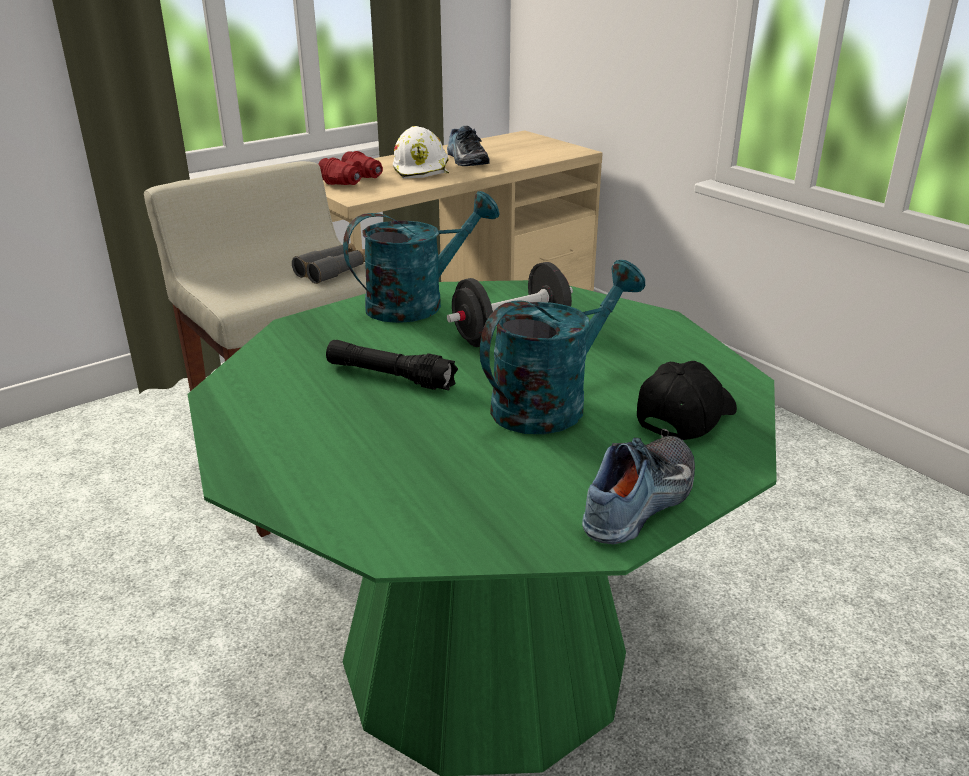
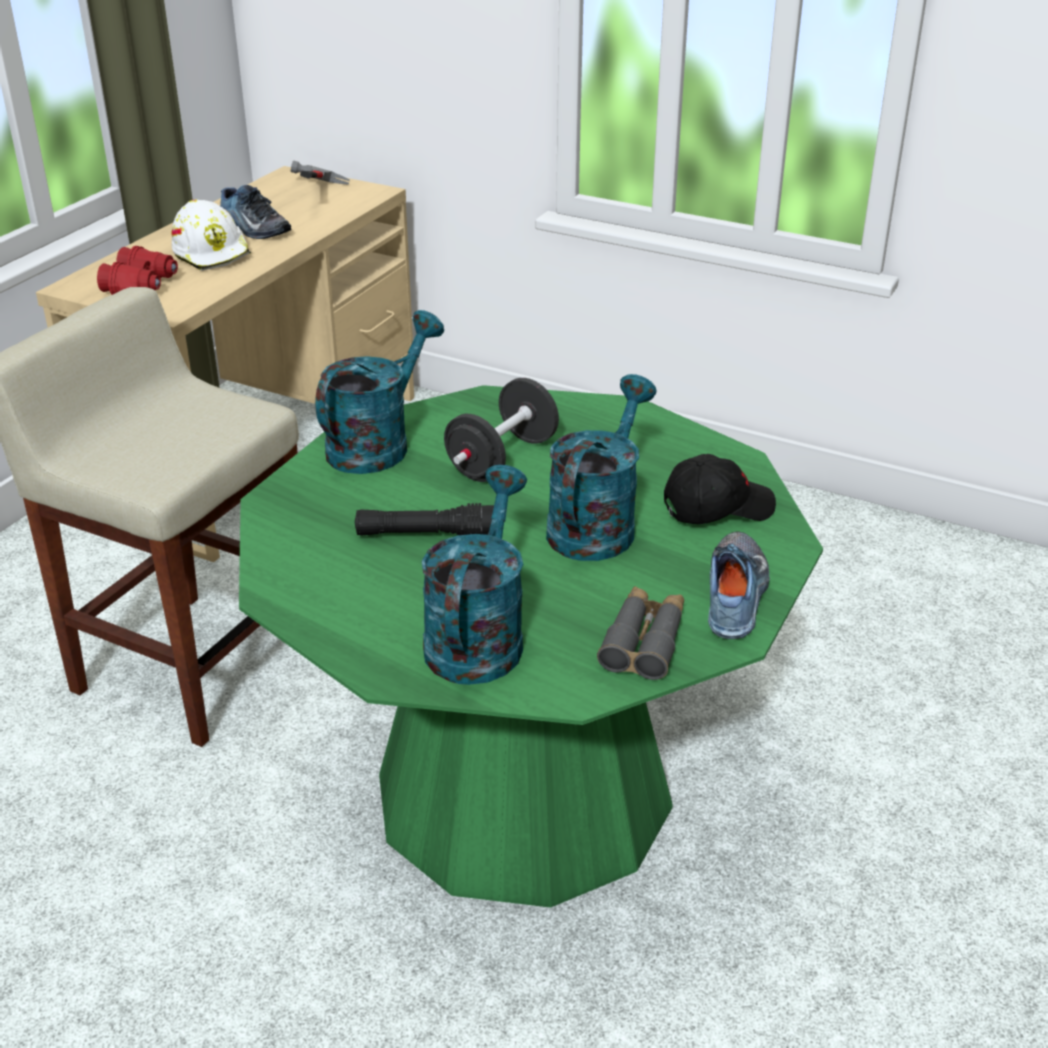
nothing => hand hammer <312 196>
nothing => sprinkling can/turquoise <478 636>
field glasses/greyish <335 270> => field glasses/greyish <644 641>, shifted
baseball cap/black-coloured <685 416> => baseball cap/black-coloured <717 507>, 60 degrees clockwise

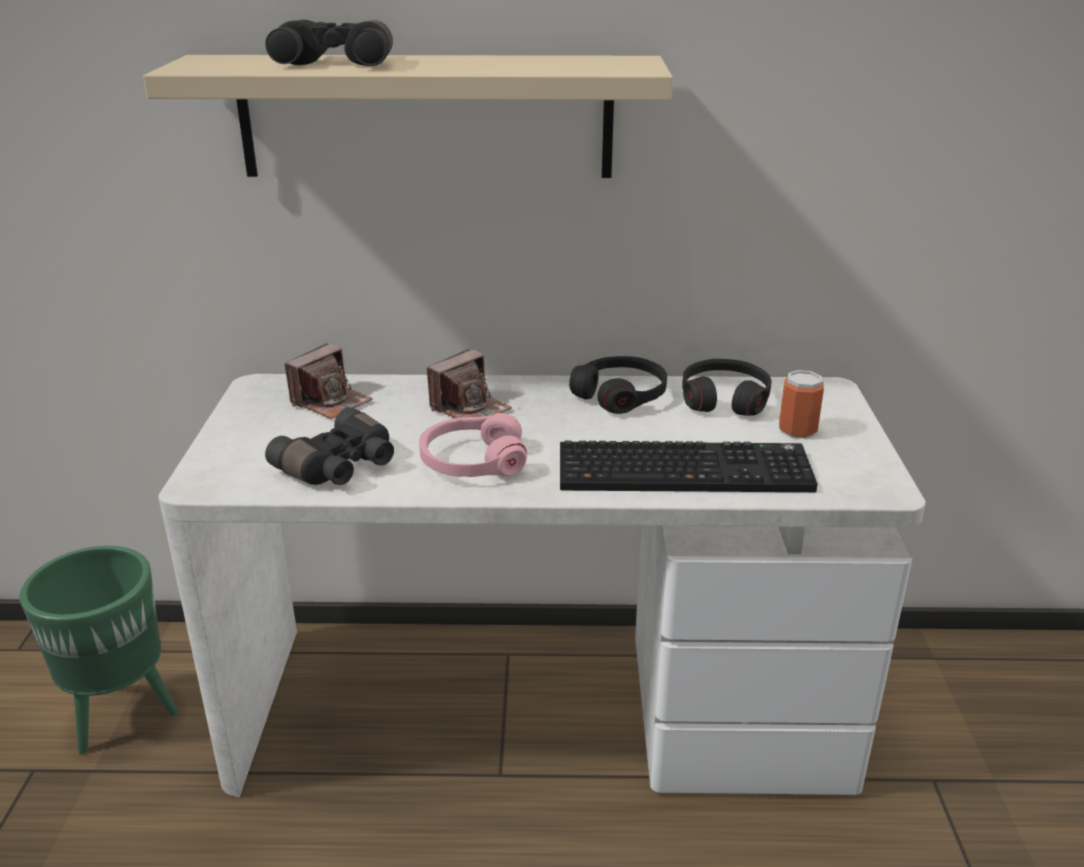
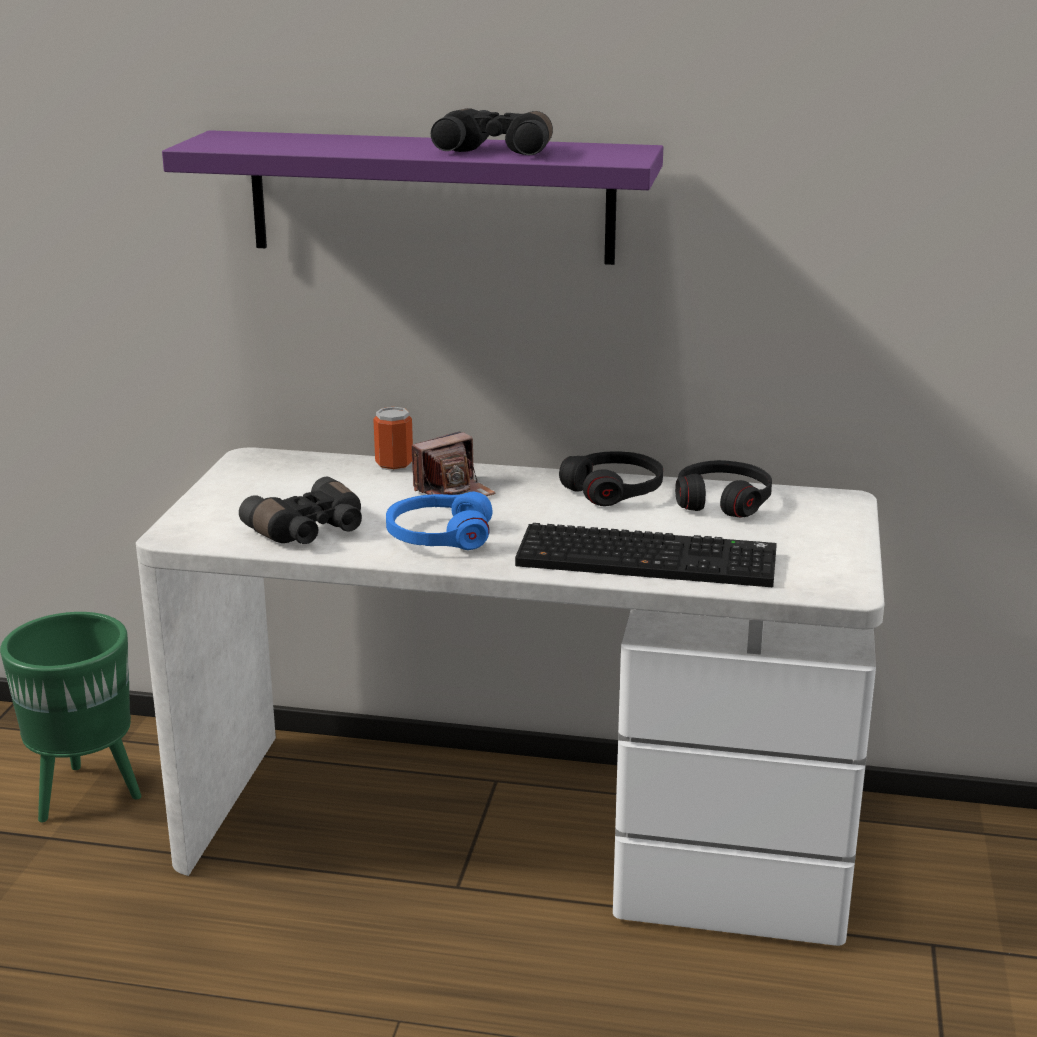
wall shelf/beige <426 117> => wall shelf/purple-coloured <431 197>
can <797 430> => can <394 464>, shifted
headphones/pinkish <472 462> => headphones/bluish <439 537>
field glasses/black-coloured <339 62> => field glasses/black-coloured <498 150>, shifted
photo camera <331 402> => nothing

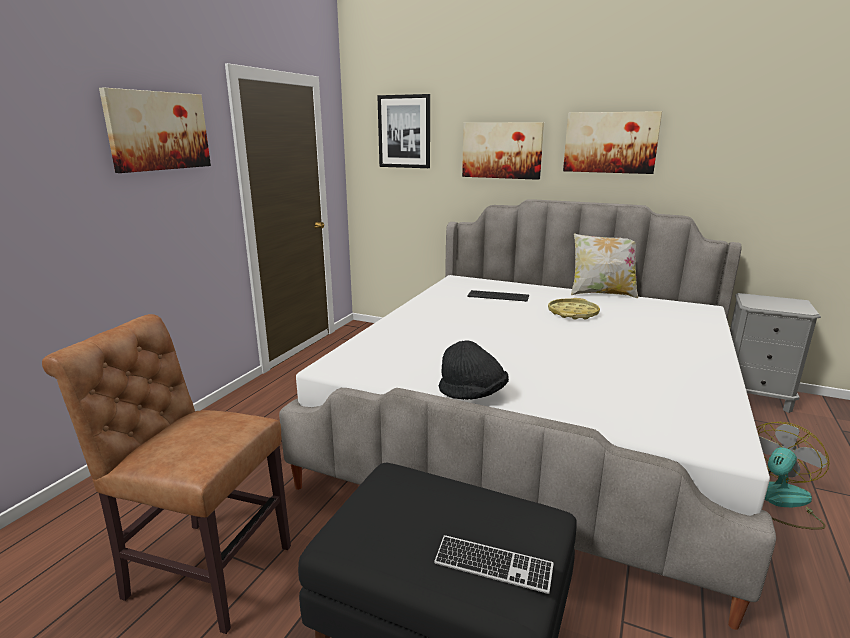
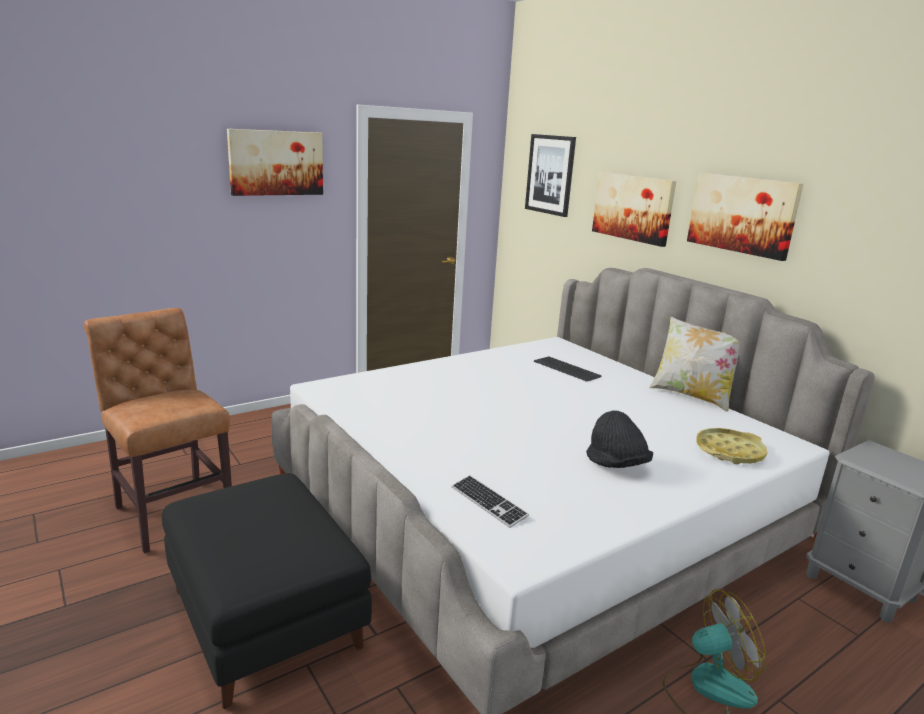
keyboard <493 566> => keyboard <488 502>, shifted
clothing hat/black-coloured <472 394> => clothing hat/black-coloured <616 465>, shifted
tray/yellow-coloured <573 313> => tray/yellow-coloured <729 451>, shifted

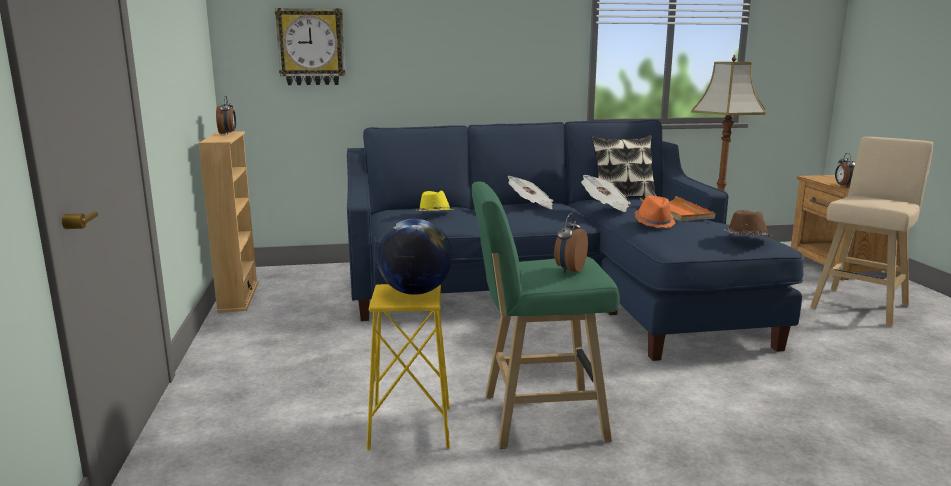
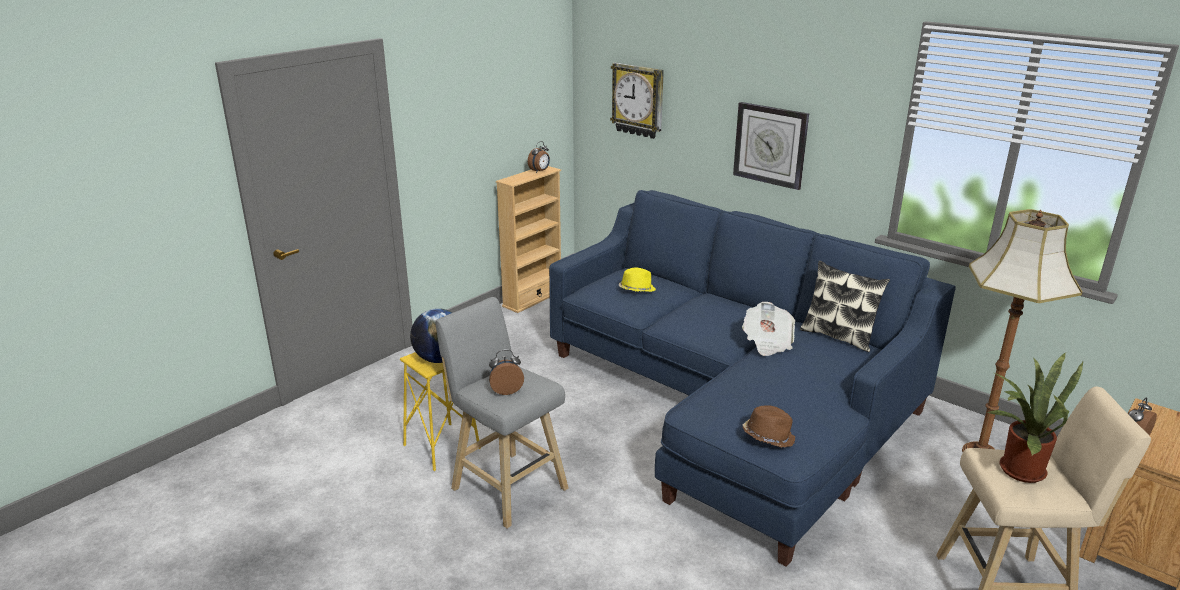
stool seat/green-coloured <537 418> => stool seat/greyish <506 486>
nothing => hanging clock <770 145>
nothing => houseplant <1017 468>
daily paper <531 205> => nothing
clothing hat/orange-coloured <654 222> => nothing
tray/orange-coloured <677 212> => nothing

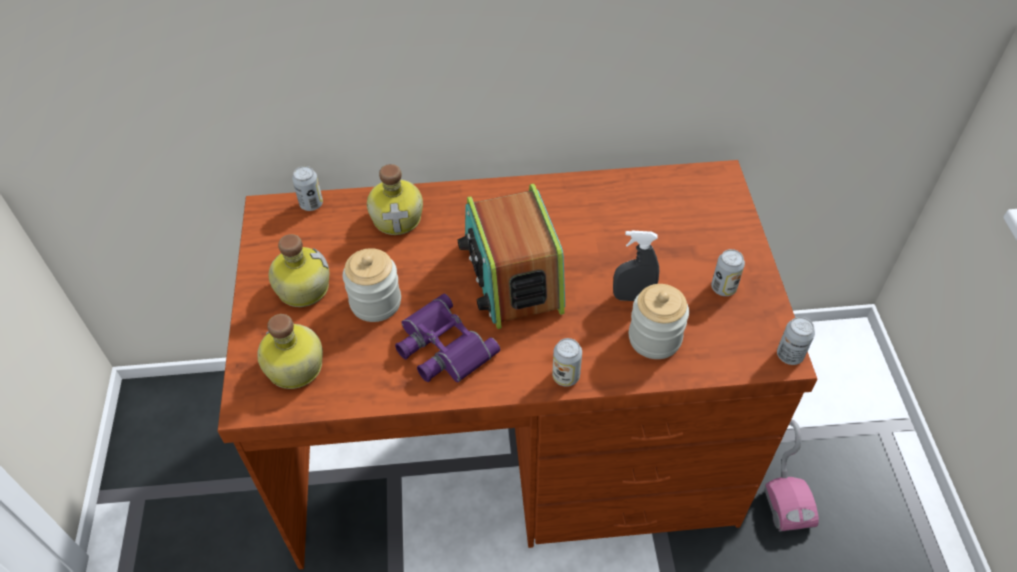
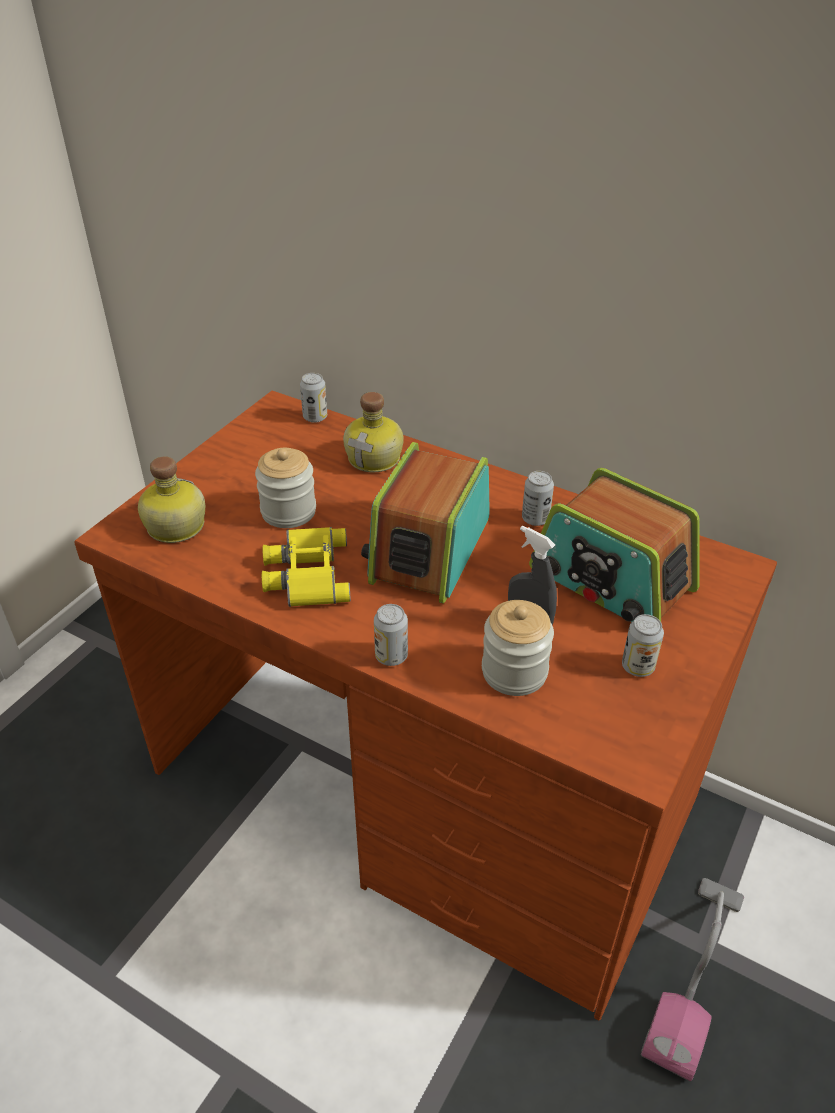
field glasses/purple-coloured <441 347> => field glasses/yellow-coloured <305 573>
can <789 355> => can <535 519>, shifted
nothing => radio set <611 580>
drink bottle <301 287> => nothing

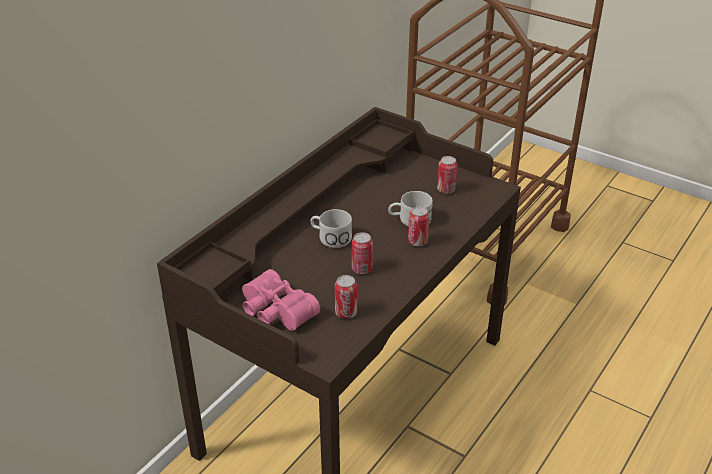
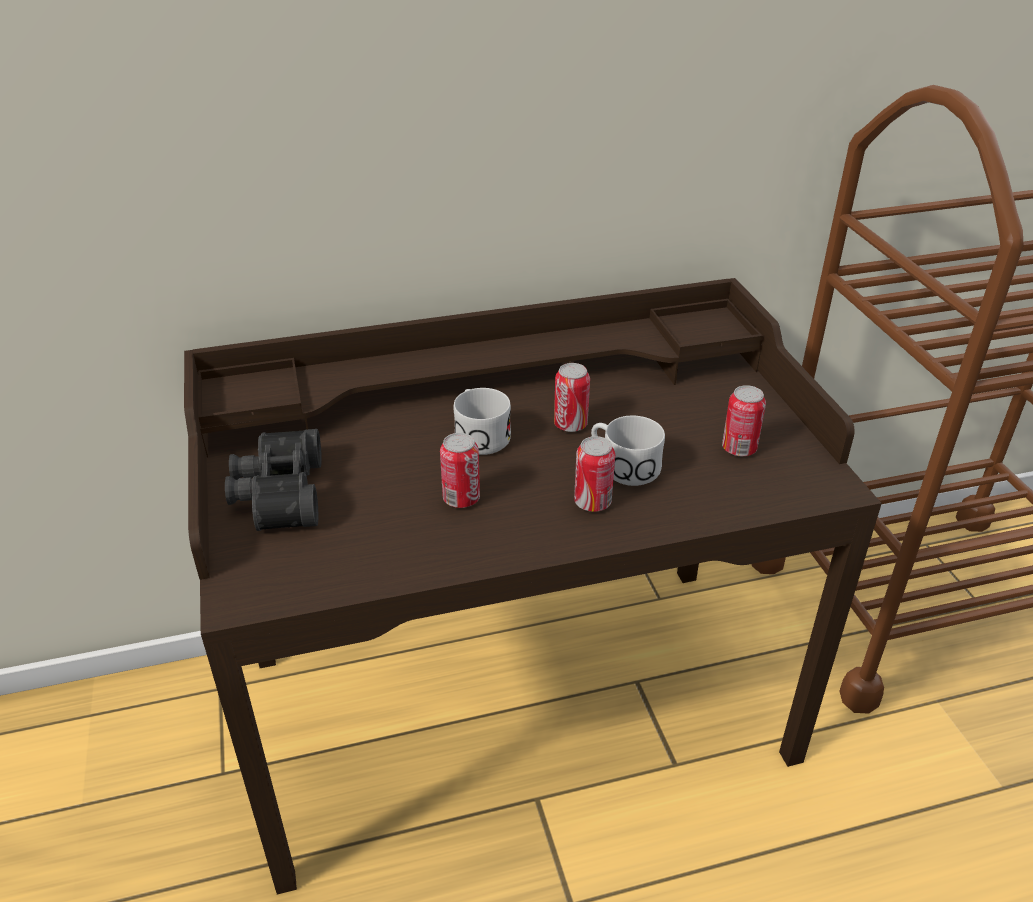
field glasses/pinkish <275 312> => field glasses/black-coloured <277 494>
can <346 313> => can <570 425>, shifted

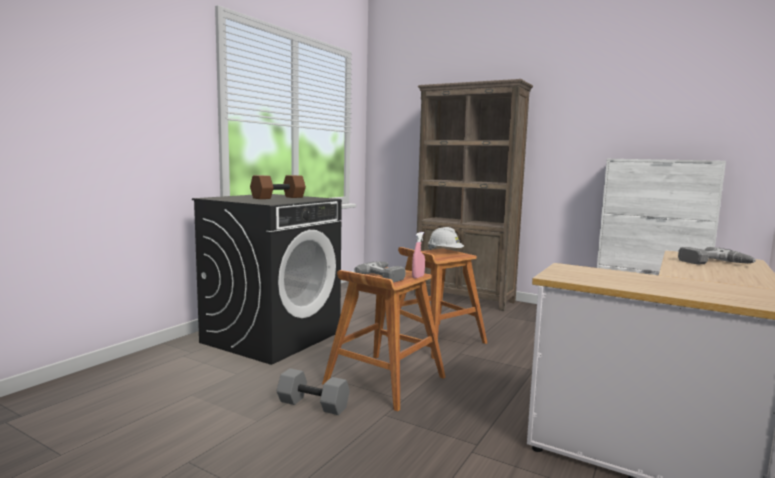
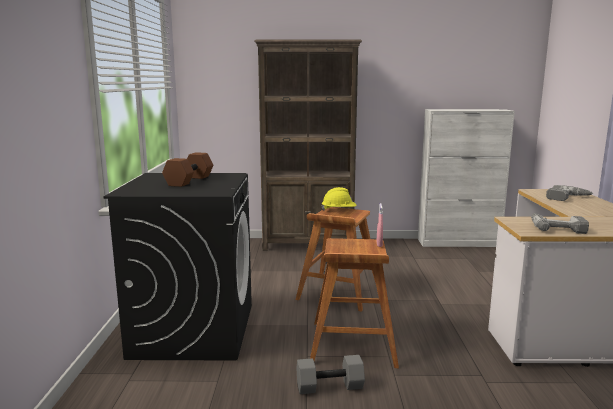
safety helmet/whitish <445 252> => safety helmet/yellow-coloured <339 210>
electric drill <385 276> => electric drill <556 227>, shifted

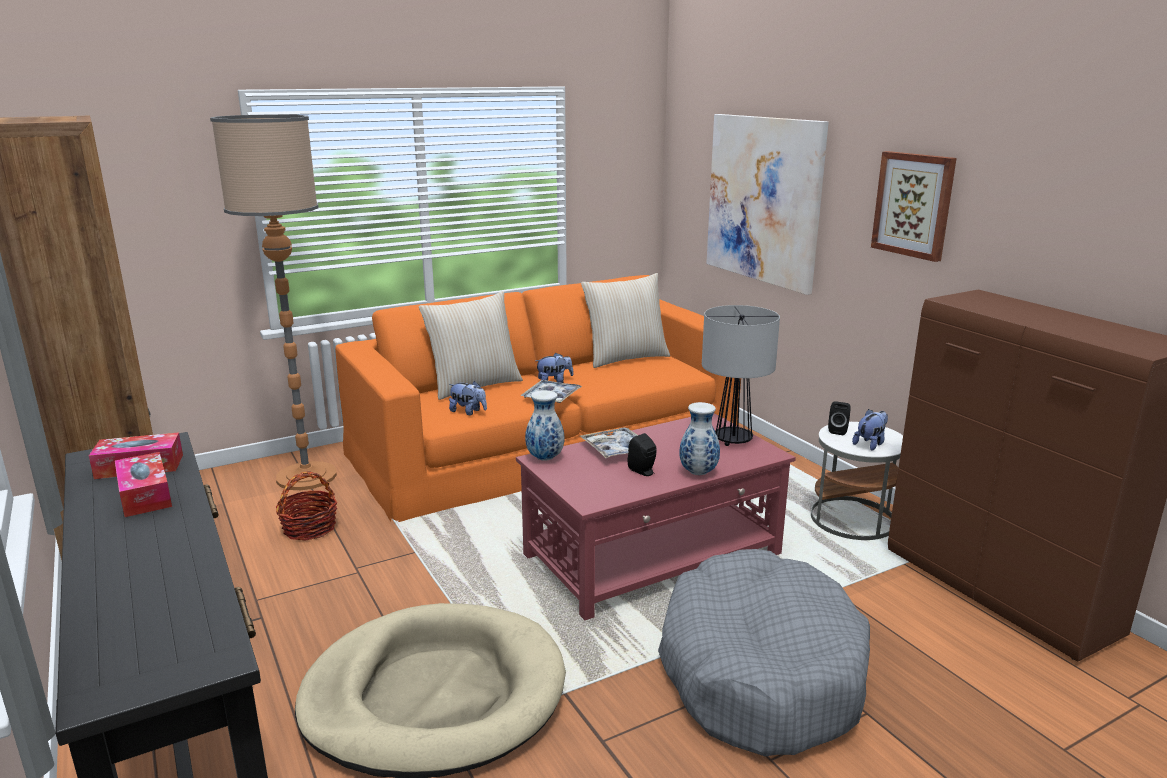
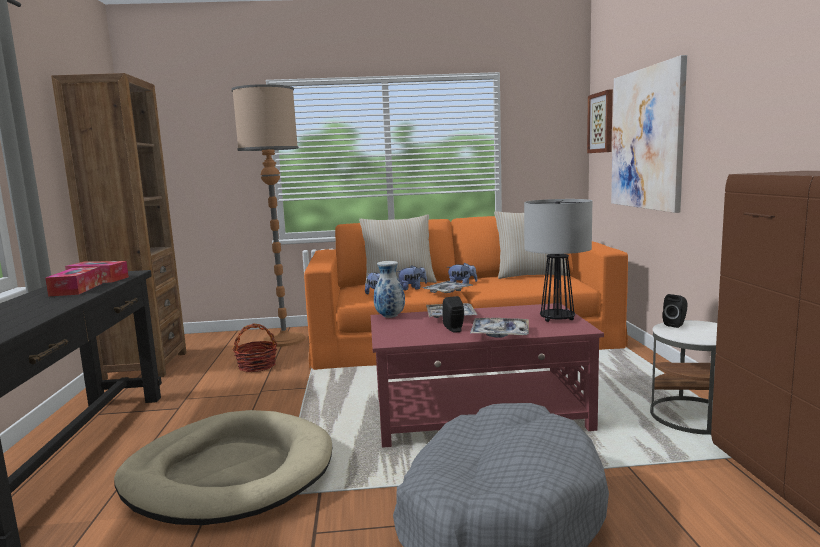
soft toy <870 444> => soft toy <412 289>, shifted
decorative vase <697 472> => tray <500 334>
wall art <914 205> => wall art <601 122>, shifted

